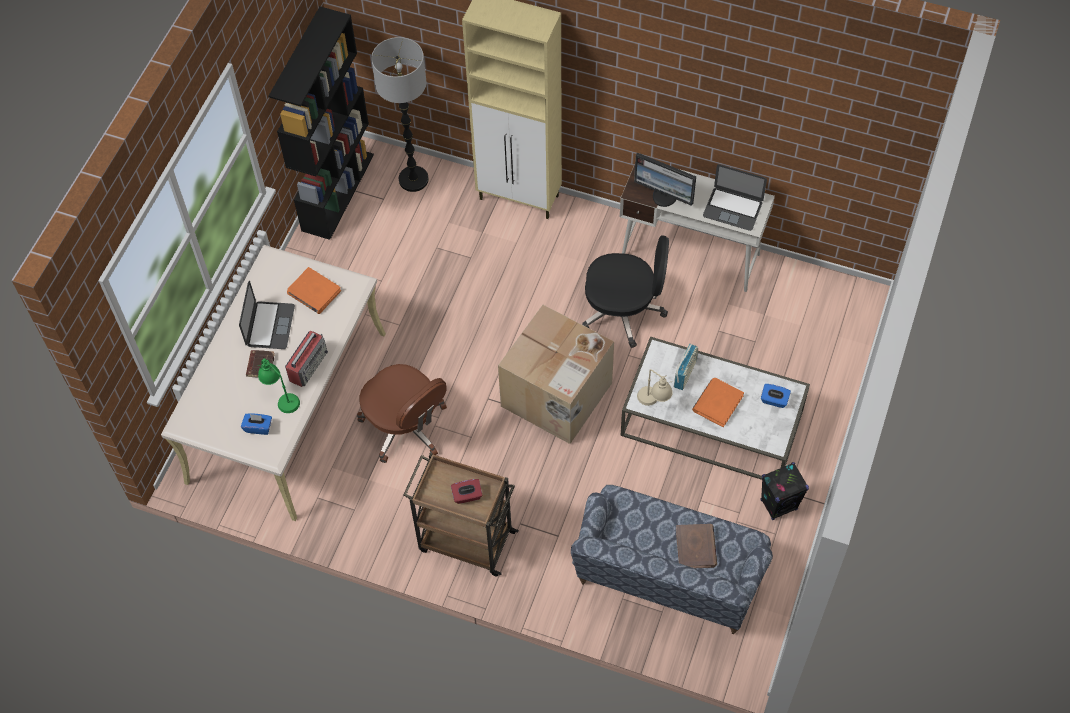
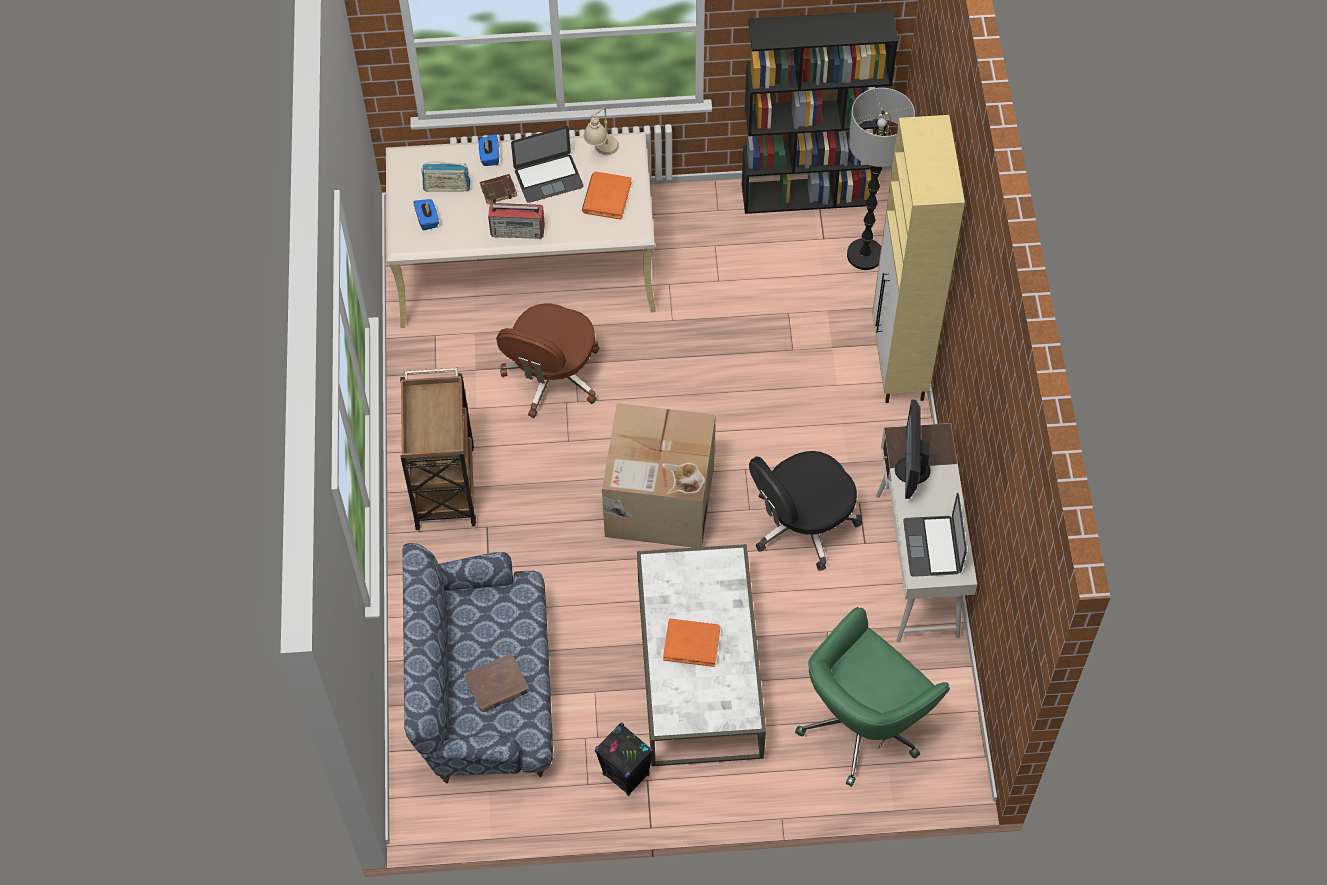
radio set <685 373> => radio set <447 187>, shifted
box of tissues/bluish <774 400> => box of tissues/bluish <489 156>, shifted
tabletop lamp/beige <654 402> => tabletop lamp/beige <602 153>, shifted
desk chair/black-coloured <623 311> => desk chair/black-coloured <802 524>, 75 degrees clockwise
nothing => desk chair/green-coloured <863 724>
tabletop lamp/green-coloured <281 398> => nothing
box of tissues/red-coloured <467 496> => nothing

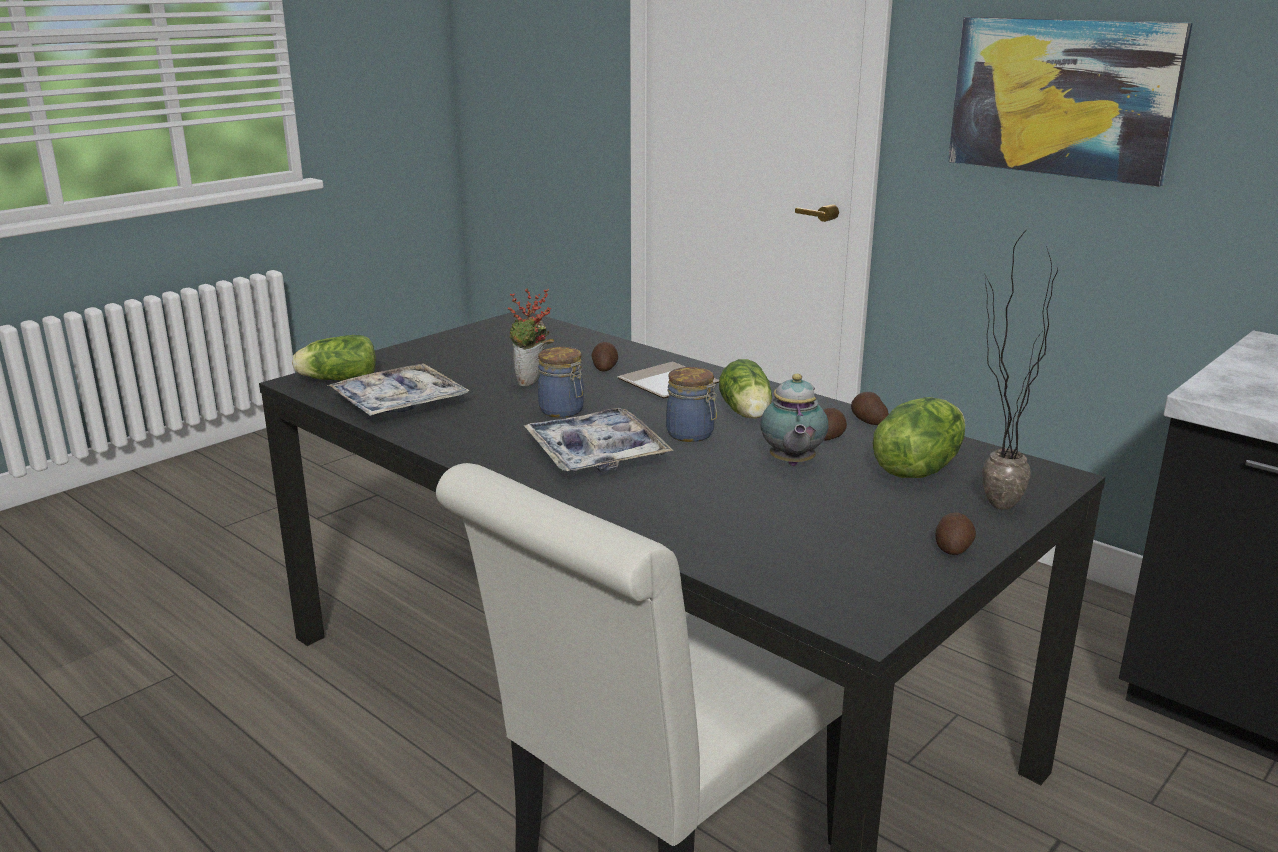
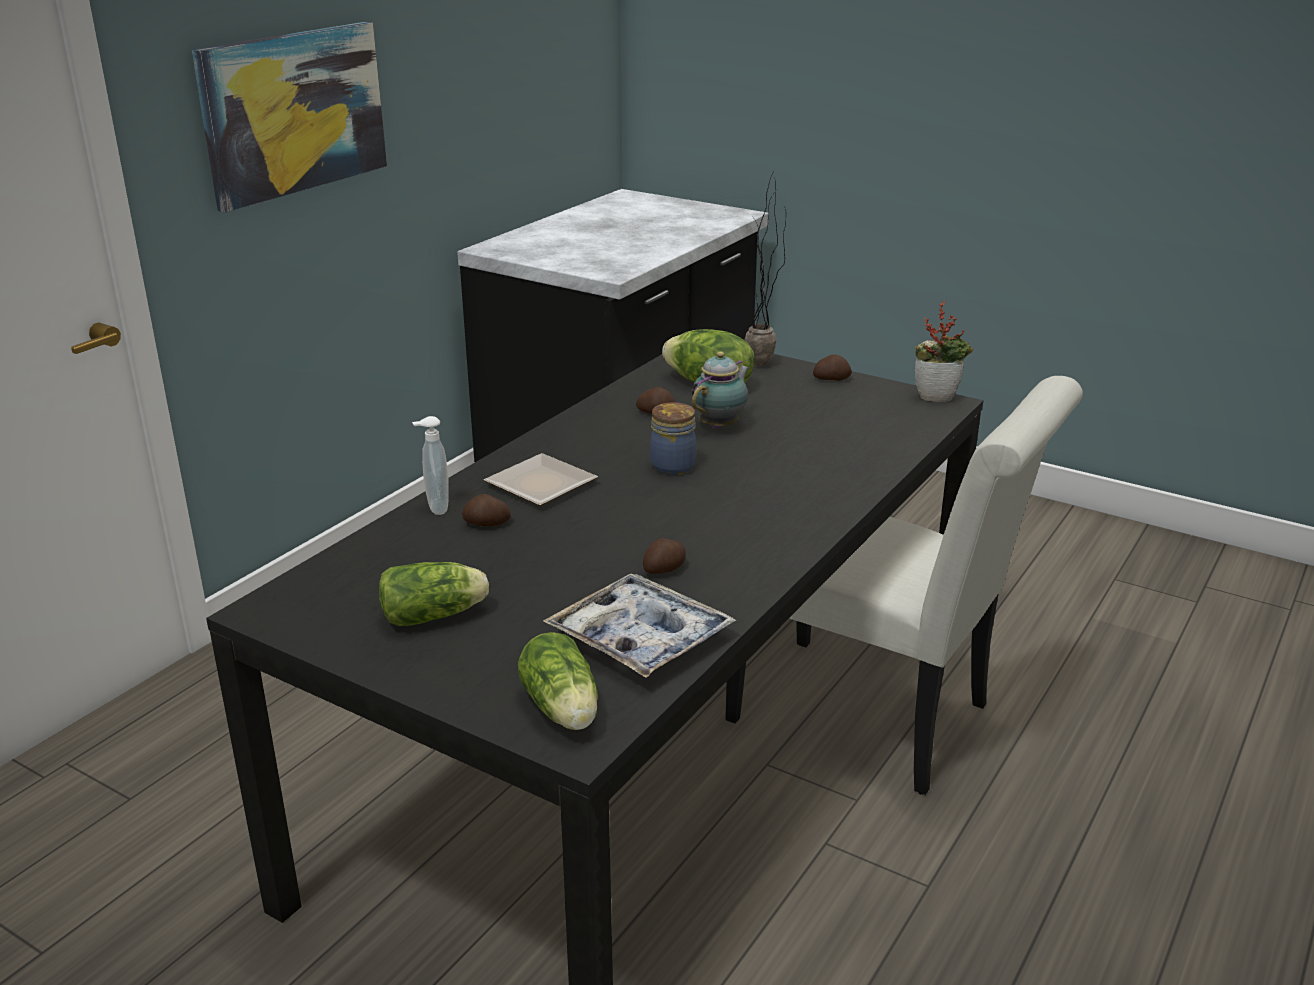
head of lettuce <746 414> => head of lettuce <437 615>, shifted
nothing => liquid soap bottle <435 508>
potato <867 421> => potato <665 569>, shifted
tea pot <791 464> => tea pot <721 425>, 45 degrees counterclockwise
houseplant <532 383> => houseplant <937 397>, shifted
tray <596 454> => nothing
preserve jar <563 411> => nothing

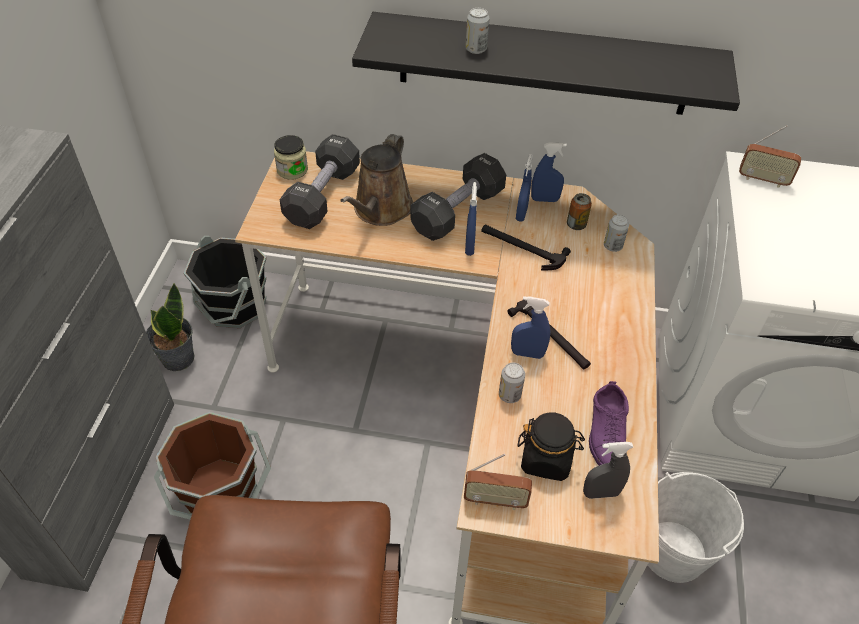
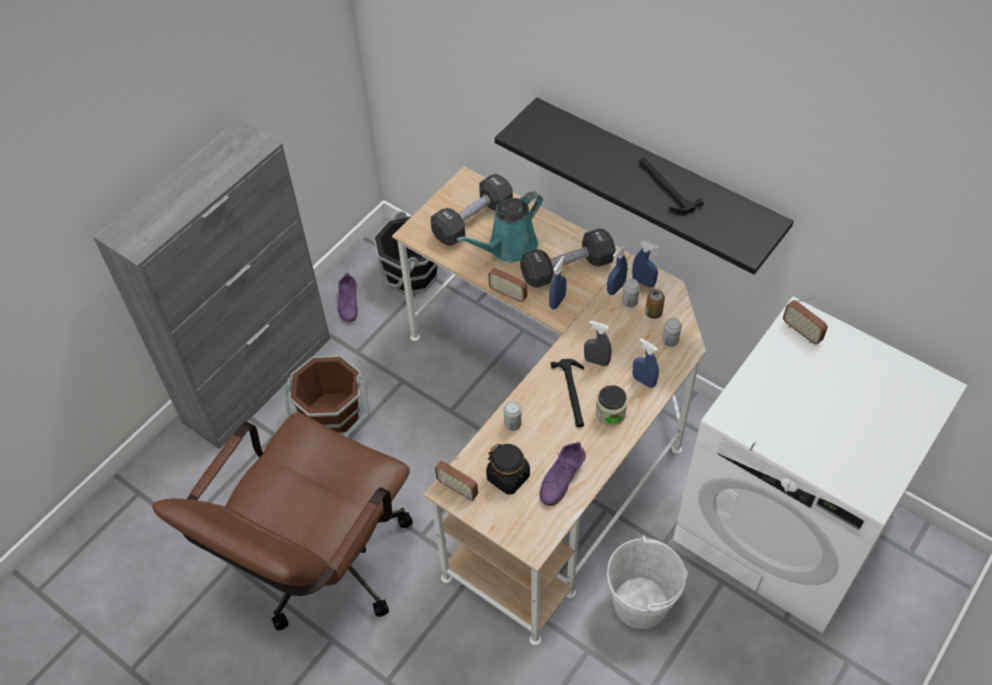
houseplant <177 358> => low shoe/purple-coloured <348 302>
sprinkling can/brownish <380 210> => sprinkling can/turquoise <509 247>
nothing => radio set <508 294>
sprayer/greyish <601 493> => sprayer/greyish <596 361>, shifted
preserve jar <292 170> => preserve jar <610 413>, shifted
can <476 49> => can <629 302>, shifted
sprayer/bluish <527 353> => sprayer/bluish <643 381>, shifted
hand hammer <521 248> => hand hammer <665 187>, shifted

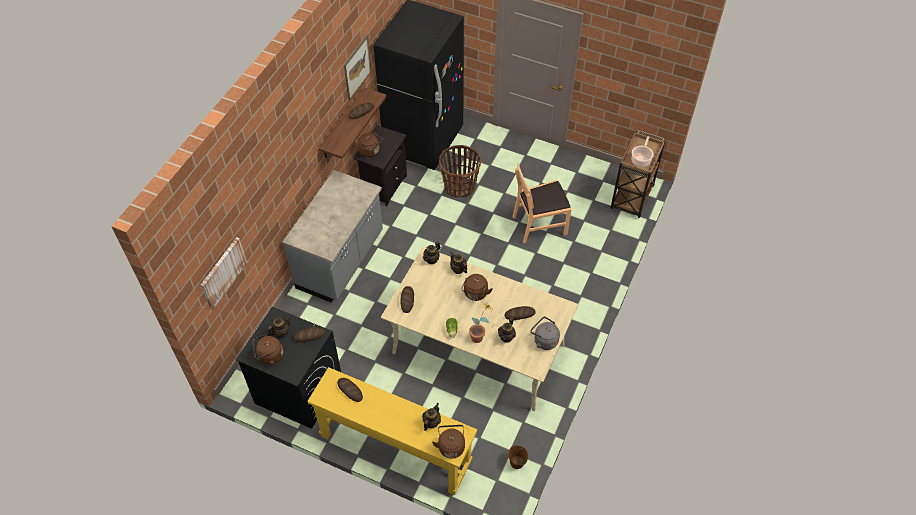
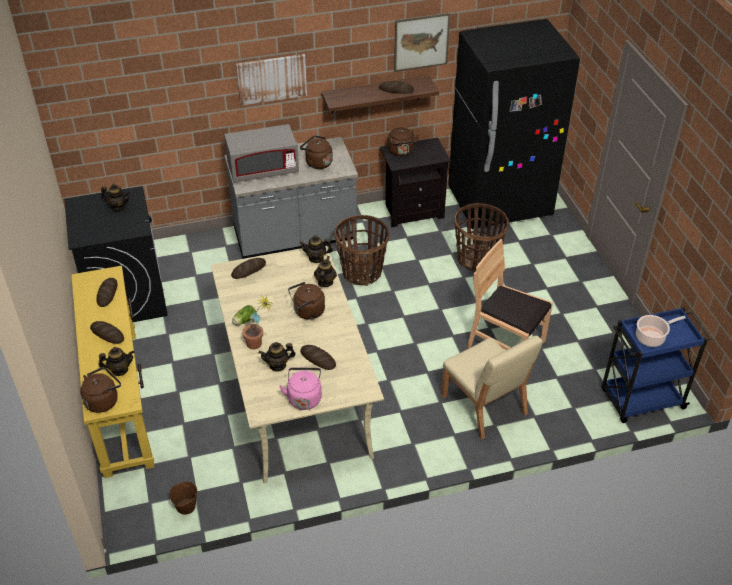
bakery bread <309 336> => bakery bread <107 334>, shifted
nothing => microwave oven/greyish <263 170>
wall art <223 272> => wall art <271 78>, shifted
kettle/greyish <544 340> => kettle/pinkish <304 397>
kettle/brownish <269 356> => kettle/brownish <317 163>, shifted
nothing => basket <362 272>
nothing => chair/beige <484 406>
cart/brownish <632 198> => cart/bluish <641 400>

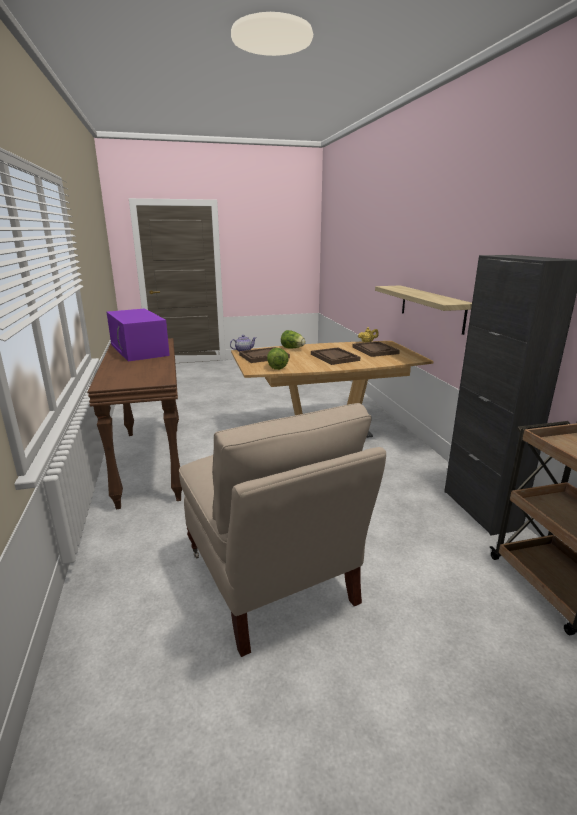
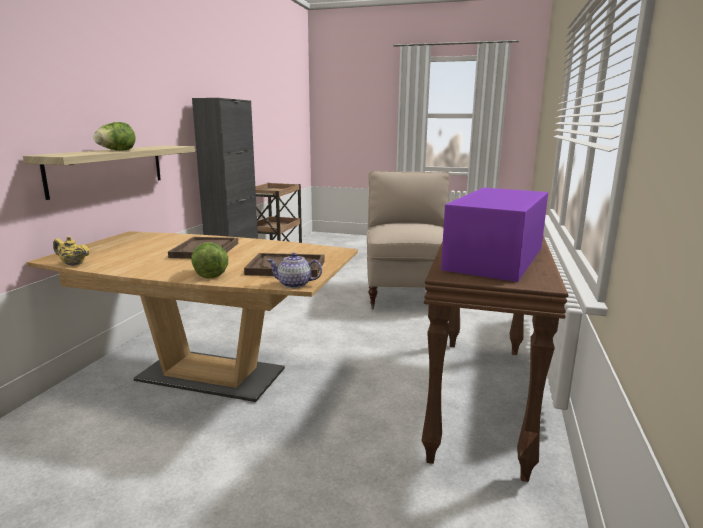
head of lettuce <276 367> => head of lettuce <116 150>, shifted
microwave oven/purple-coloured <139 350> => microwave oven/purple-coloured <495 258>, 150 degrees counterclockwise
tray/brownish <375 350> => nothing

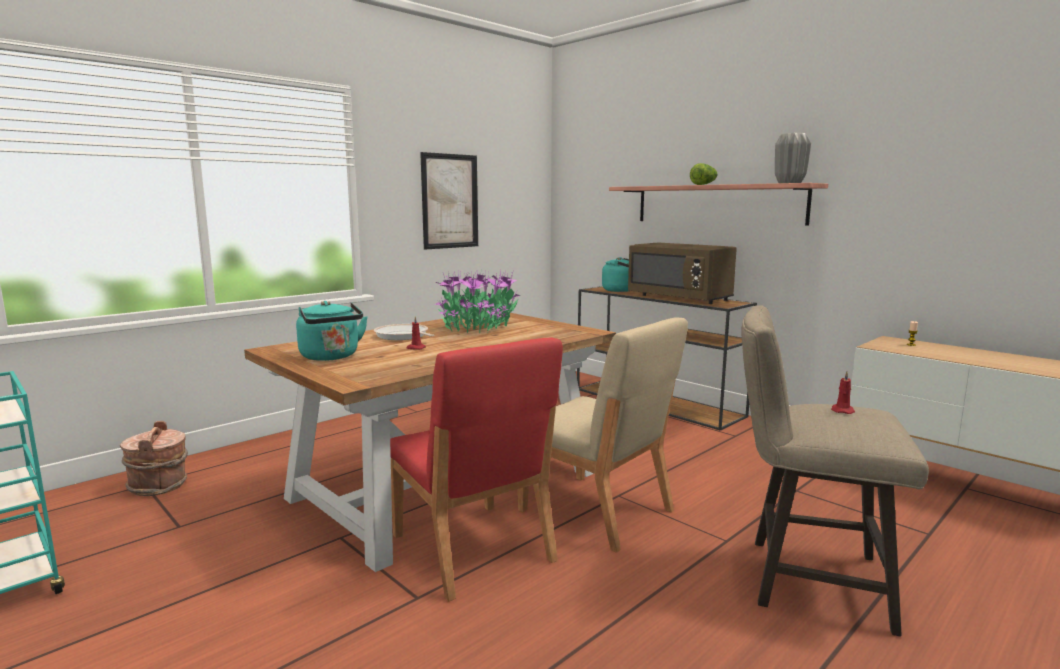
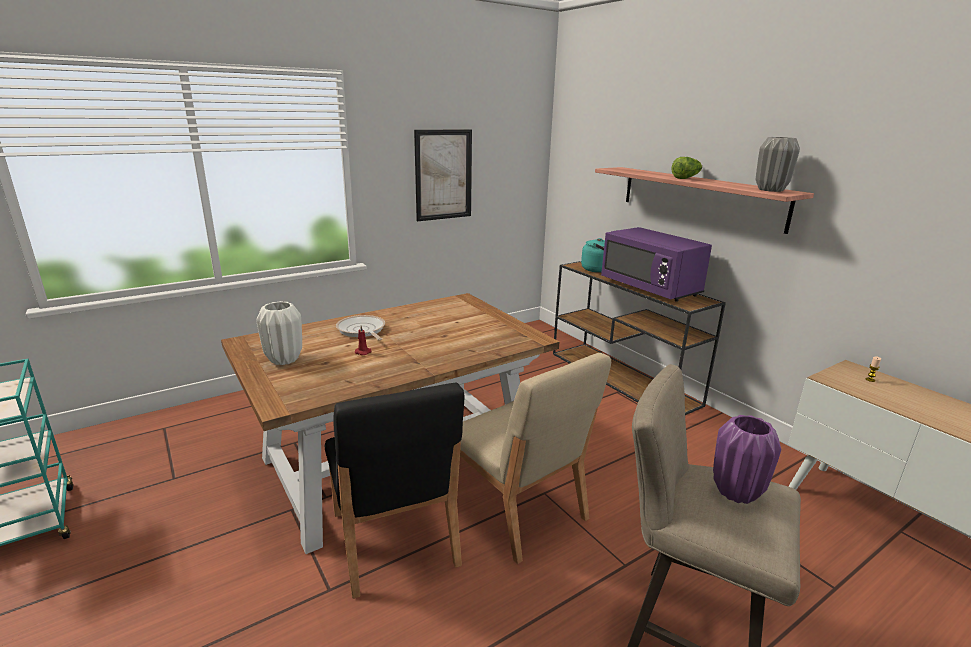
kettle/turquoise <331 357> => decorative vase/whitish <284 360>
chair/red-coloured <472 549> => chair/black-coloured <393 540>
microwave oven/brownish <680 298> => microwave oven/purple-coloured <650 288>
wax light/red-coloured <842 410> => decorative vase/purple-coloured <737 492>
water bucket/brownish <159 486> => nothing
houseplant <477 327> => nothing

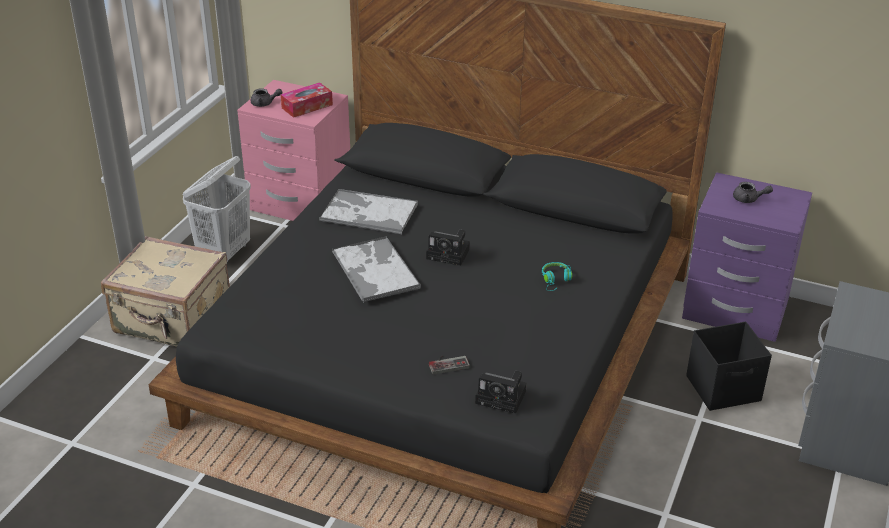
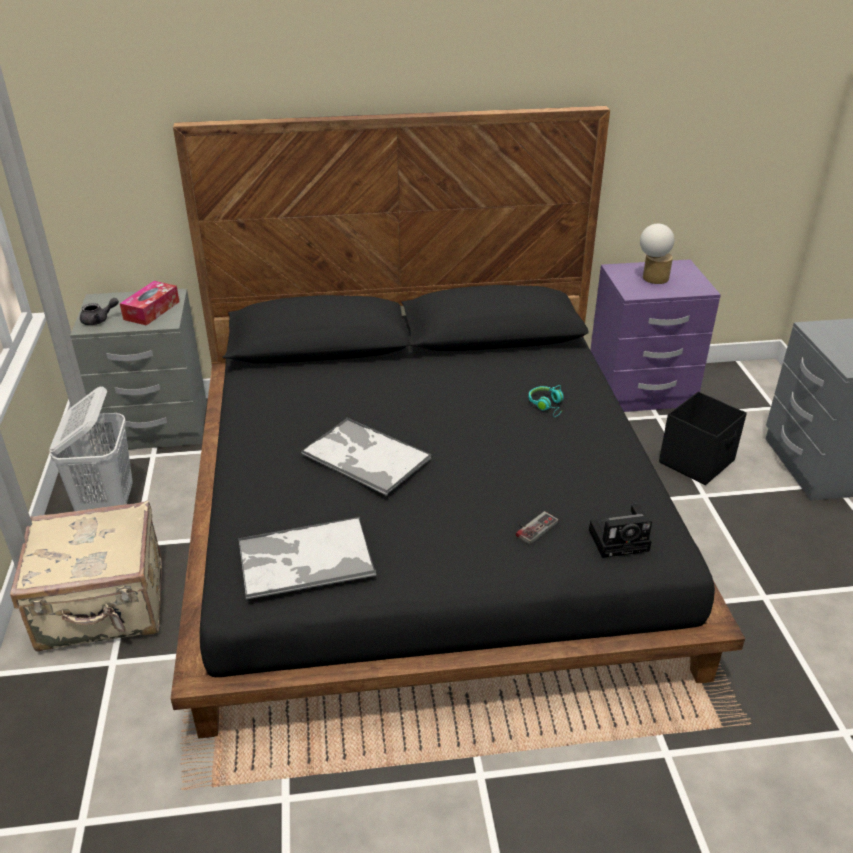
nightstand/pinkish <300 204> => nightstand/greyish <156 427>
tray <368 212> => tray <304 559>, shifted
tea pot/greyish <749 199> => tabletop lamp <651 278>
photo camera <450 254> => nothing

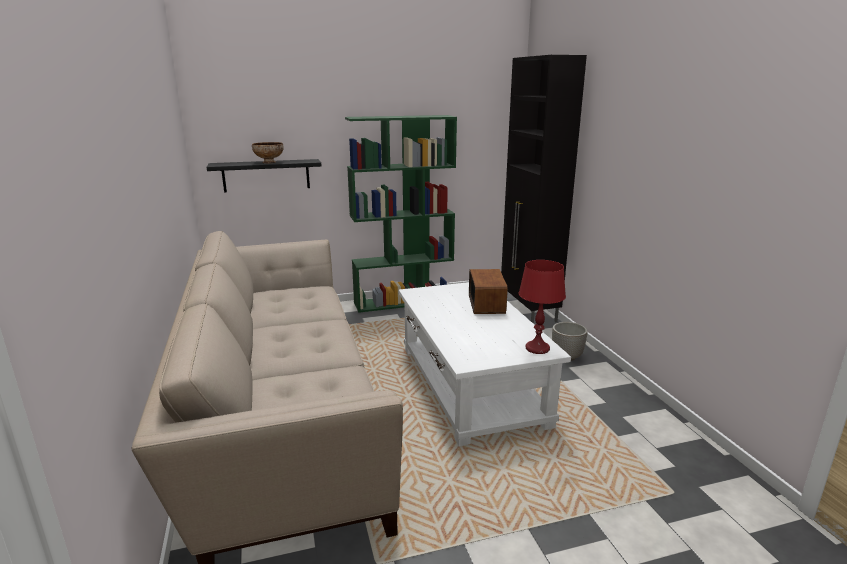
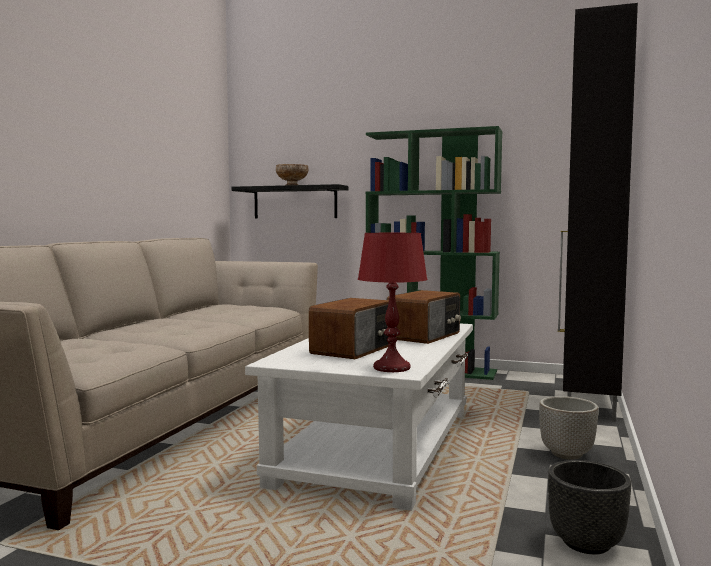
nothing => radio set <354 349>
nothing => planter/black-coloured <587 543>

